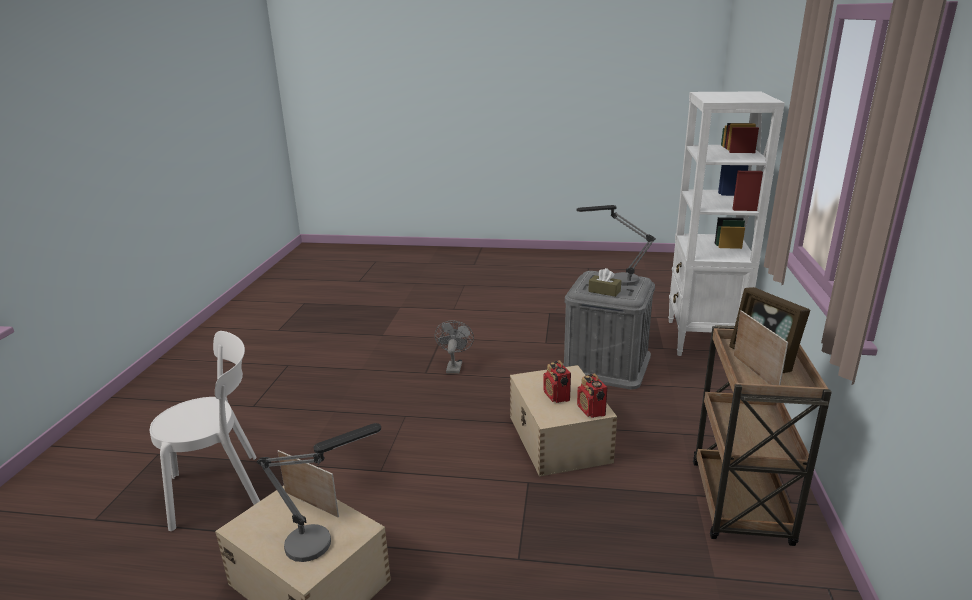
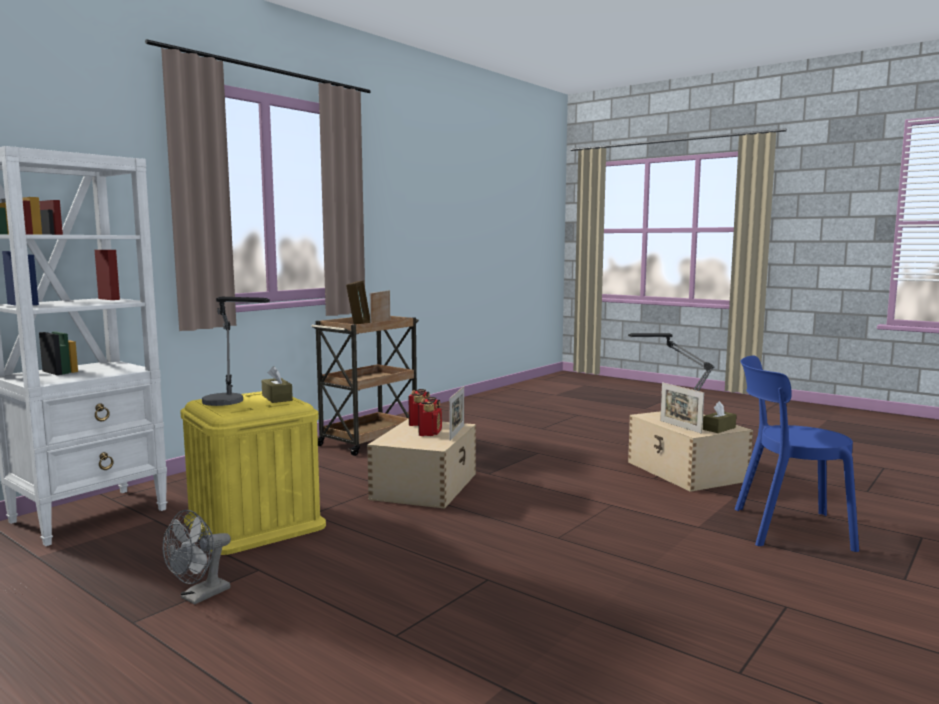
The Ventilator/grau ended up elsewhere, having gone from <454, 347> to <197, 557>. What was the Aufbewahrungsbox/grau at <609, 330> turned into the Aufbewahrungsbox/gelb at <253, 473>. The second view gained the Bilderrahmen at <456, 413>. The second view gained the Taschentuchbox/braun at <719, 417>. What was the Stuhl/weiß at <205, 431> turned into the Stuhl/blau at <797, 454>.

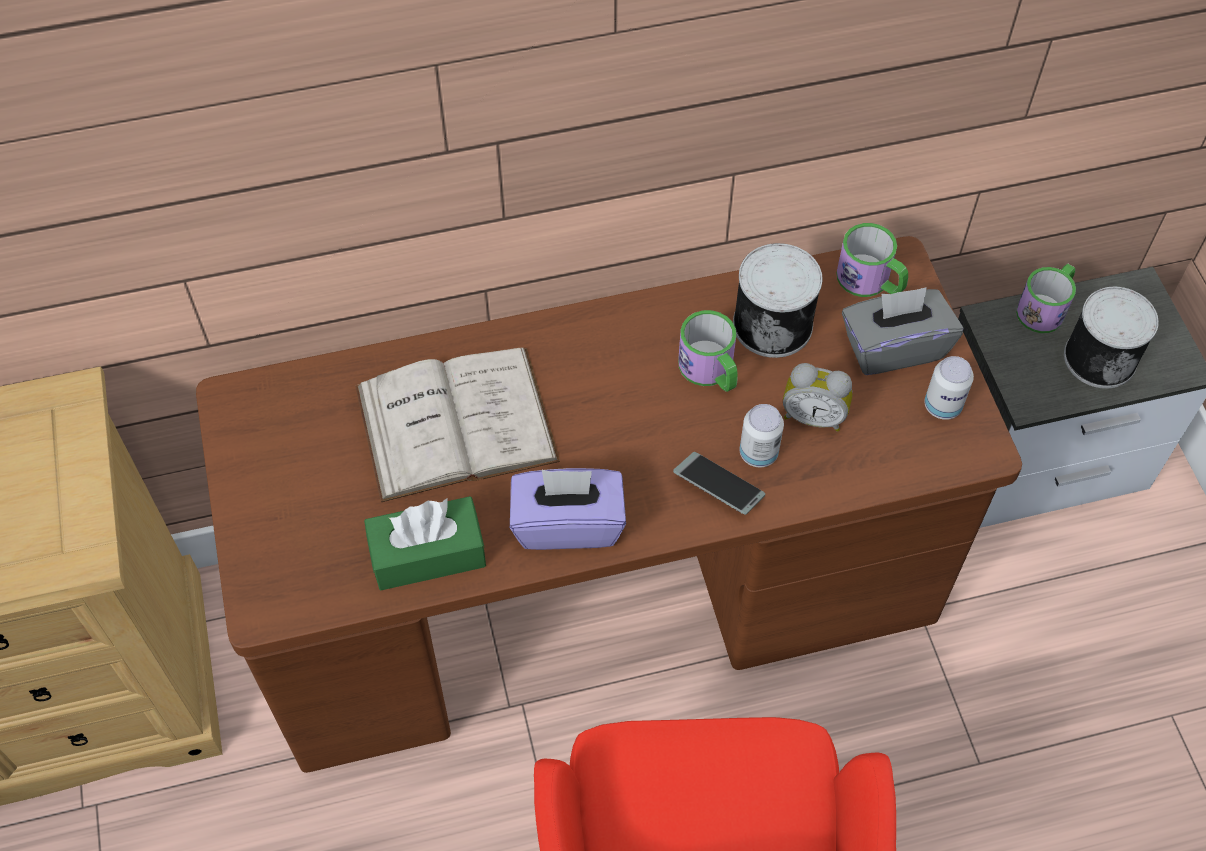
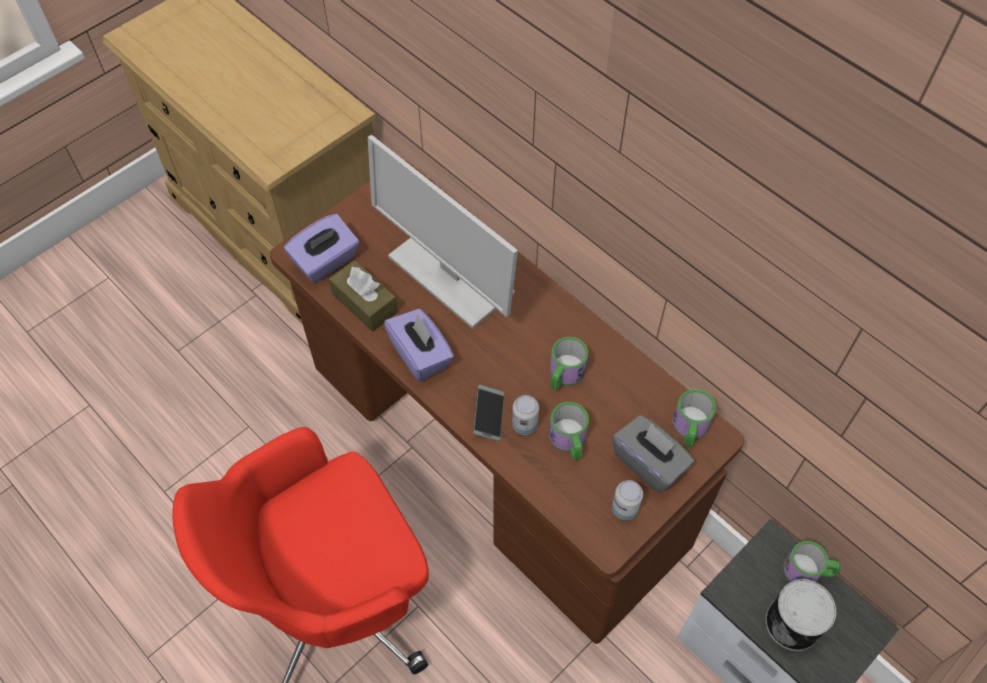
The second view gained the Taschentuchbox/lila at <321, 248>. What was the Taschentuchbox/grün at <425, 543> turned into the Taschentuchbox/braun at <363, 296>. Where the Buch/weiß stood at <457, 425>, the Monitor came to stand at <443, 232>. Where the Wecker stood at <817, 397>, the Henkelbecher came to stand at <569, 431>. The second view lost the Dose at <777, 300>.

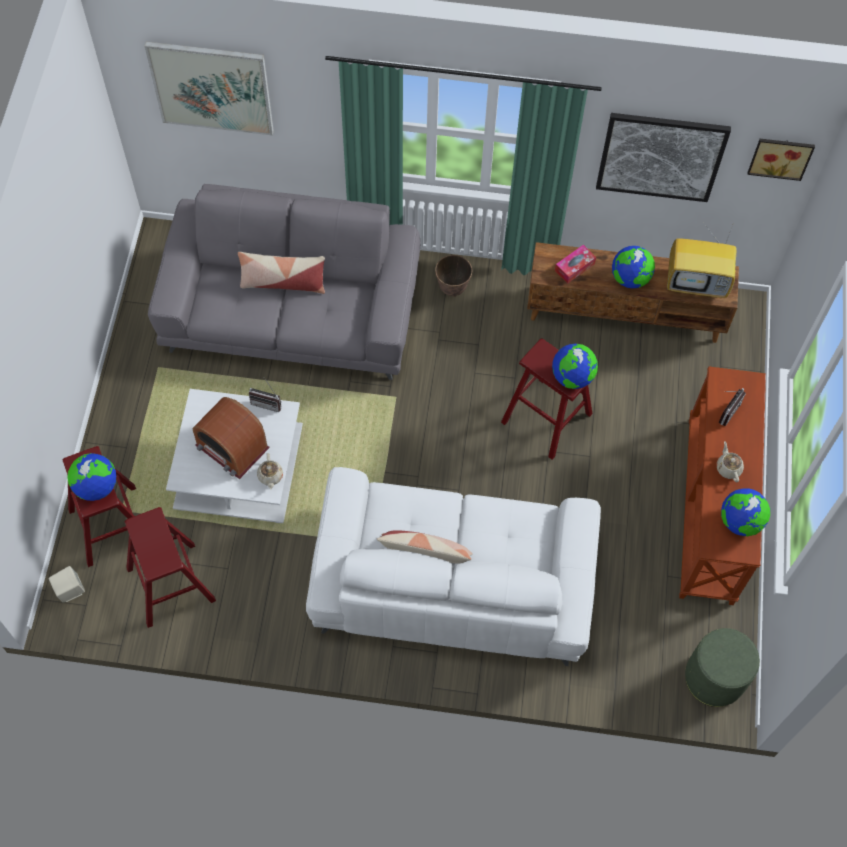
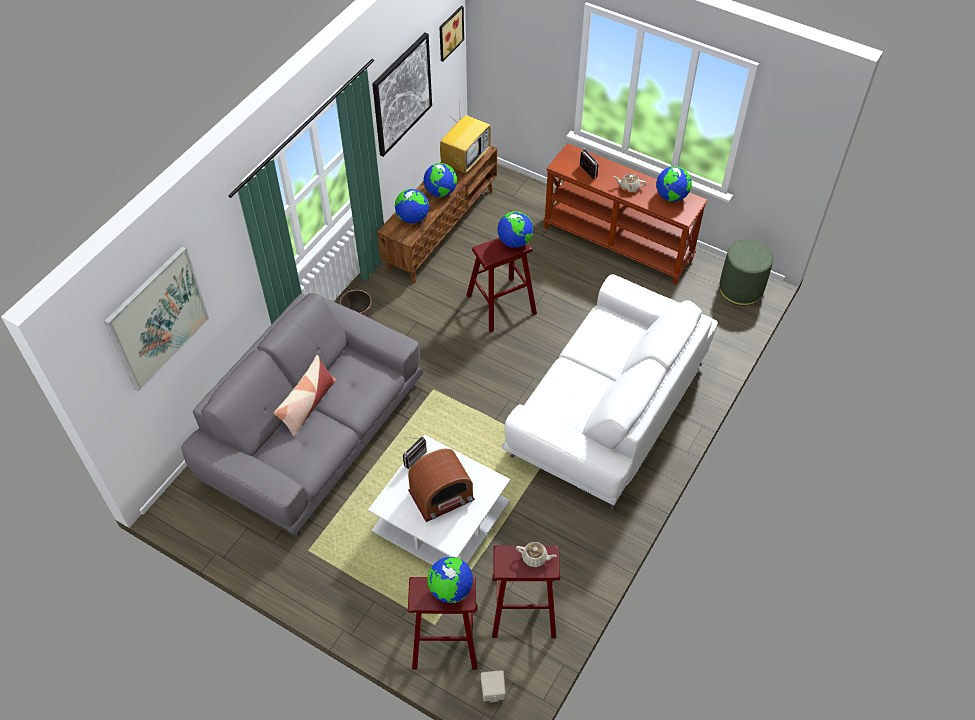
Where the Taschentuchbox stood at <575, 264>, the Globus came to stand at <412, 206>. The Teekanne/beige ended up elsewhere, having gone from <270, 471> to <536, 554>. The second view lost the Kissen at <425, 547>.

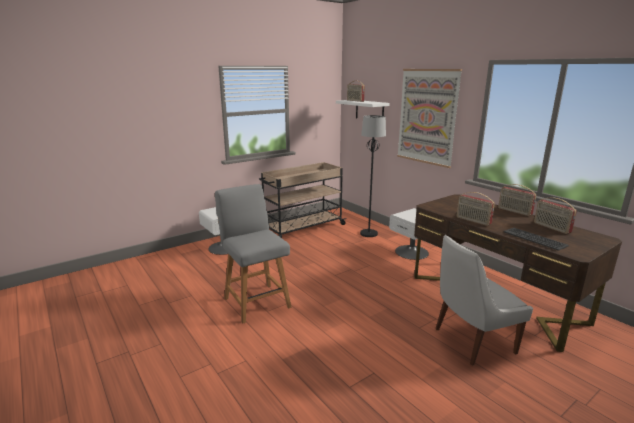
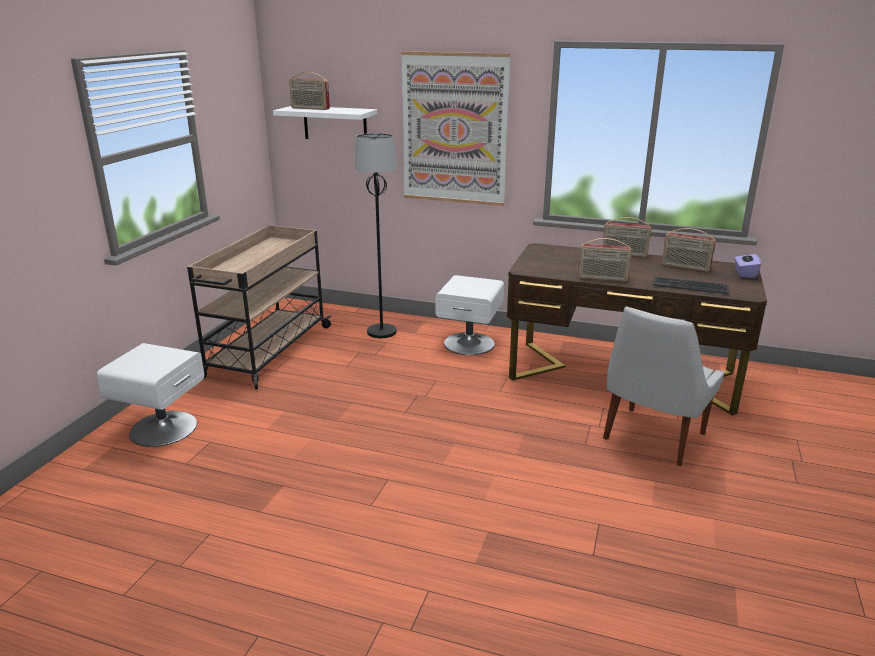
The second view gained the Taschentuchbox/lila at <748, 263>. The second view lost the Stuhl/grau at <253, 254>.

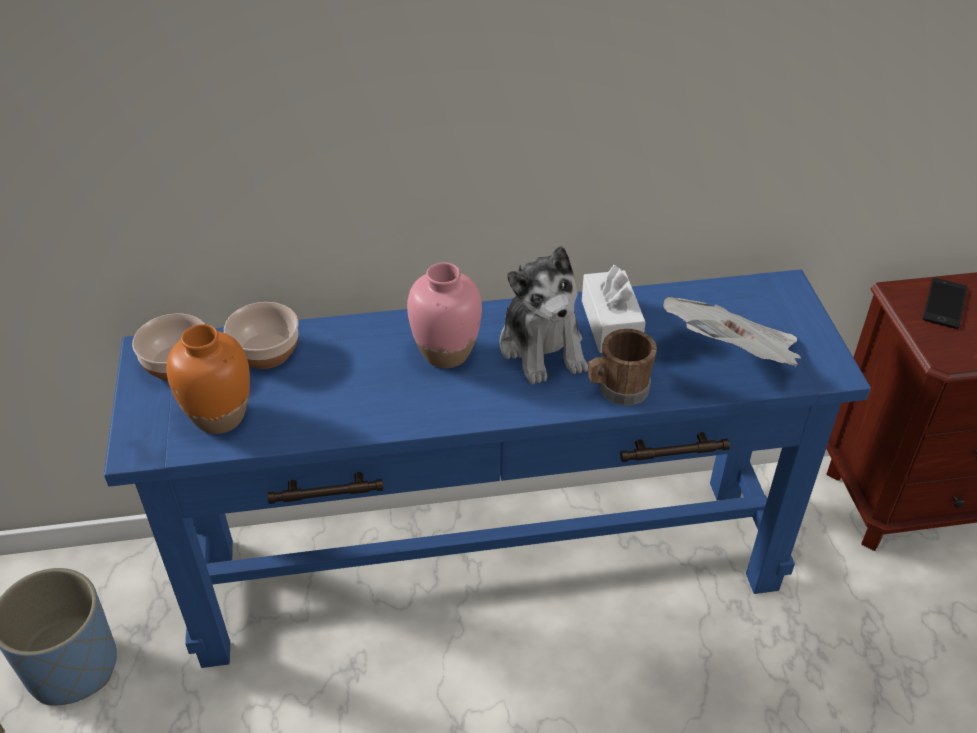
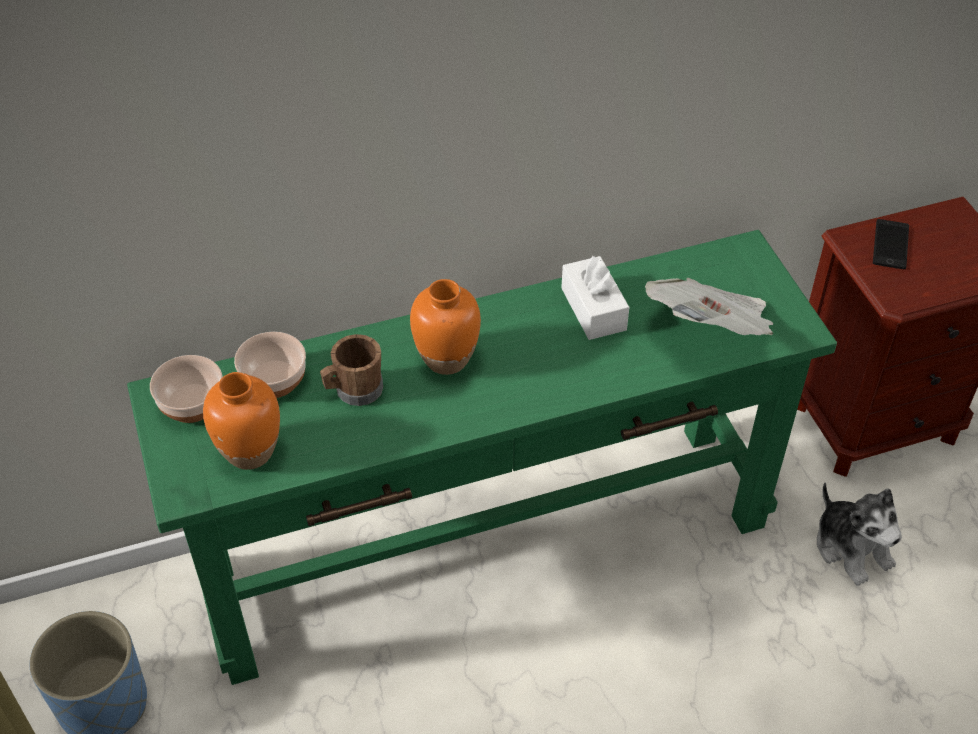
What was the Konsolentisch/blau at <487, 468> turned into the Konsolentisch/grün at <482, 457>. The Henkelbecher/braun ended up elsewhere, having gone from <622, 367> to <351, 370>. What was the Vase/rosa at <444, 315> turned into the Vase/orange at <445, 327>. The Plüschtier ended up elsewhere, having gone from <543, 315> to <859, 534>.

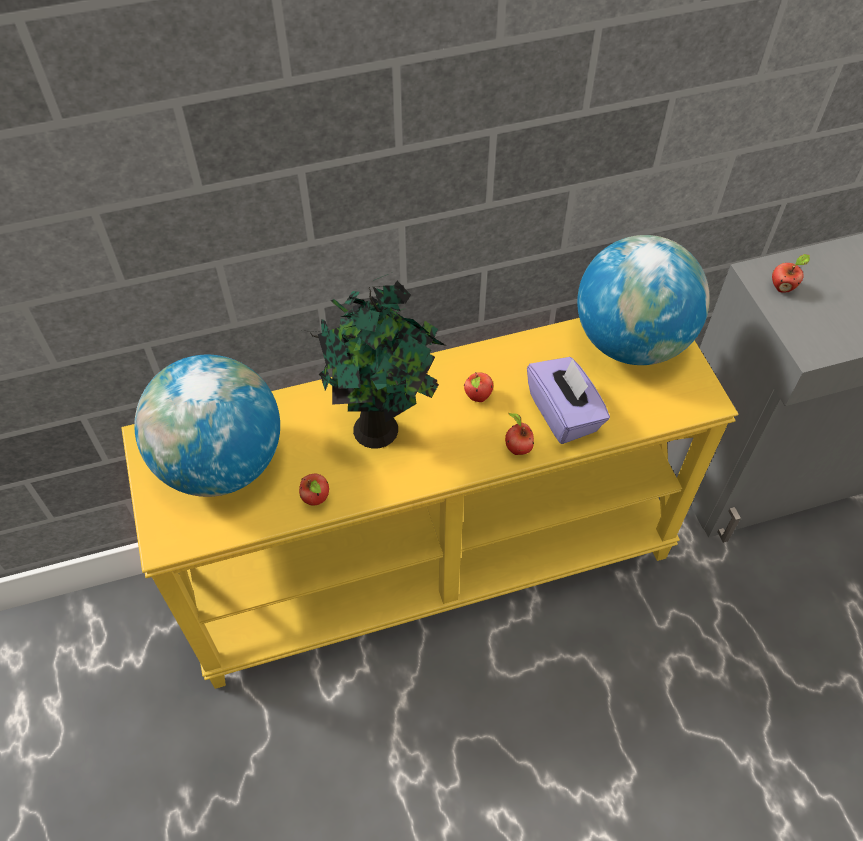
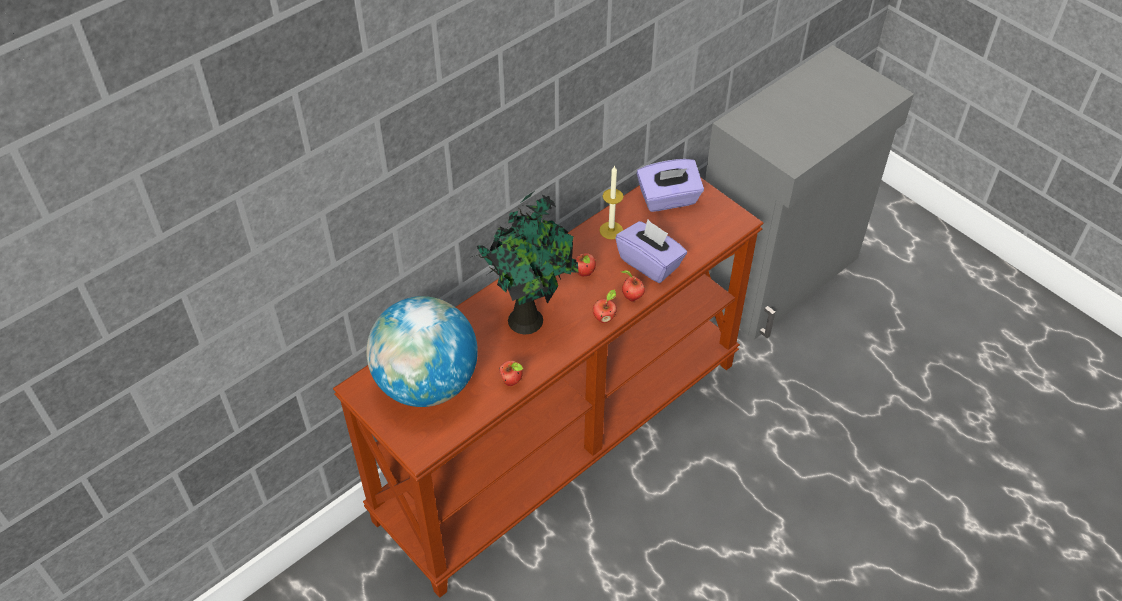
What was the Konsolentisch/gelb at <430, 503> turned into the Konsolentisch/braun at <548, 387>. The Apfel ended up elsewhere, having gone from <791, 273> to <605, 306>. The second view gained the Kerze at <611, 202>. Where the Globus stood at <643, 300>, the Taschentuchbox/lila came to stand at <670, 185>.

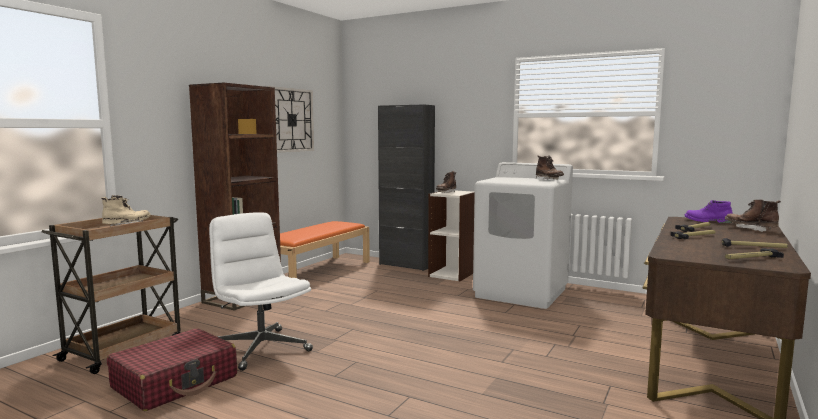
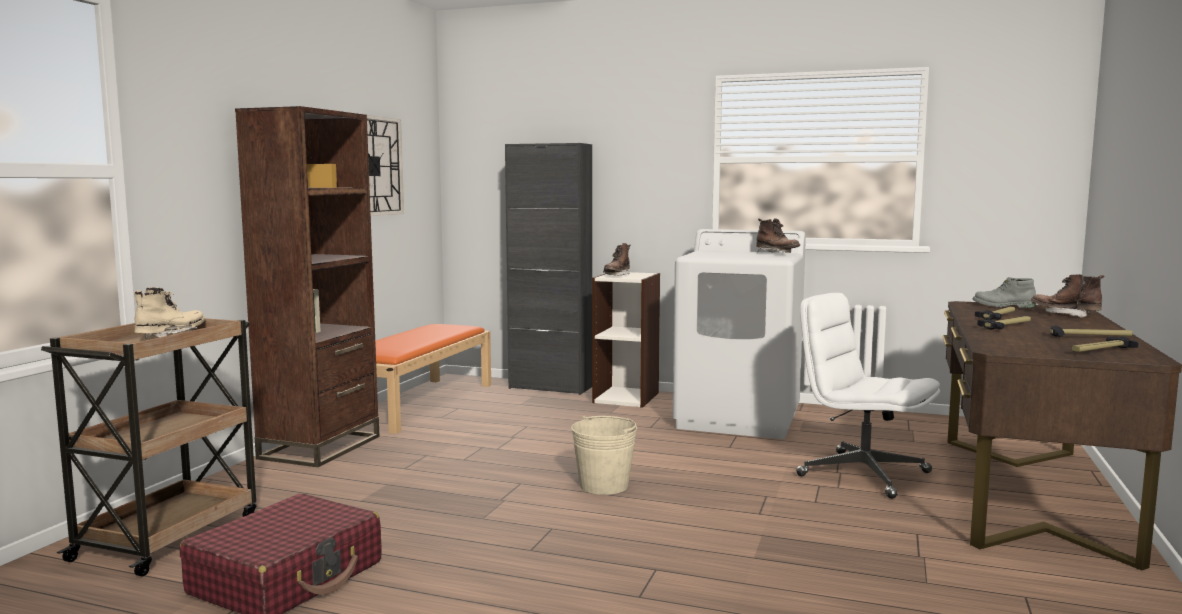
The second view gained the Eimer/beige at <604, 455>. The Bürostuhl/weiß ended up elsewhere, having gone from <261, 291> to <868, 396>. What was the Stiefel/lila at <708, 211> turned into the Stiefel/grau at <1004, 292>.

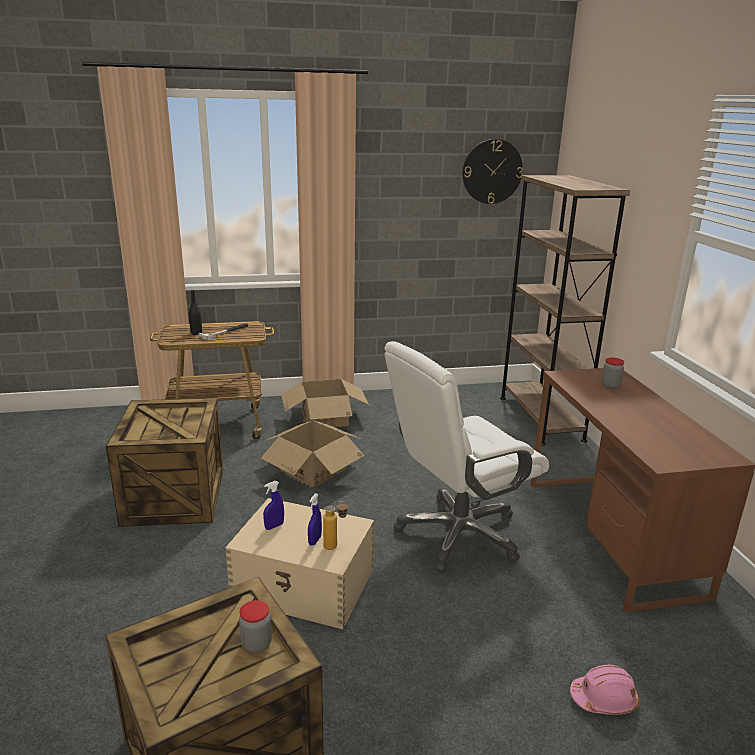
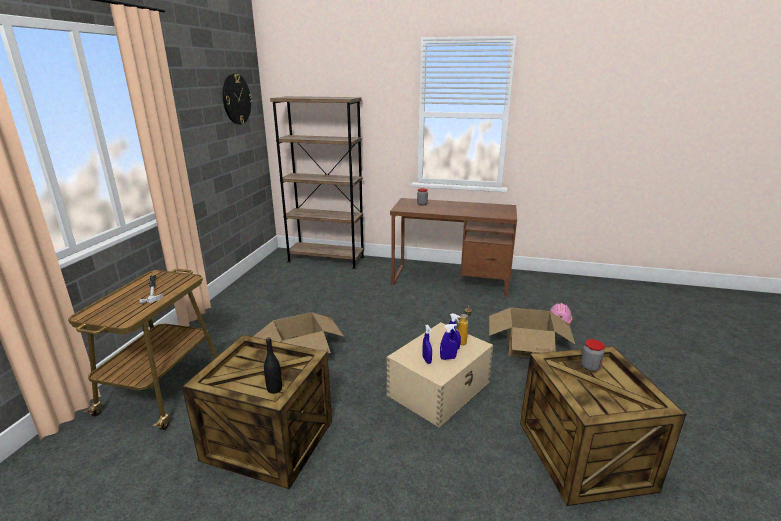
The Flasche/schwarz ended up elsewhere, having gone from <195, 312> to <273, 365>. The second view gained the Sprühflasche/blau at <449, 342>. The Karton ended up elsewhere, having gone from <325, 403> to <532, 332>. The second view lost the Bürostuhl/weiß at <466, 457>.

